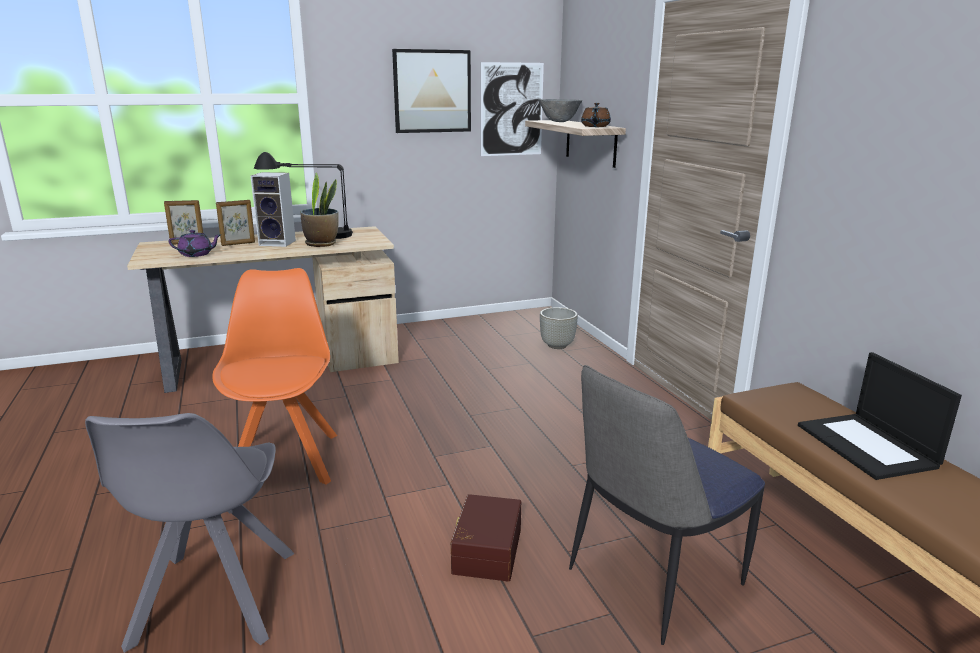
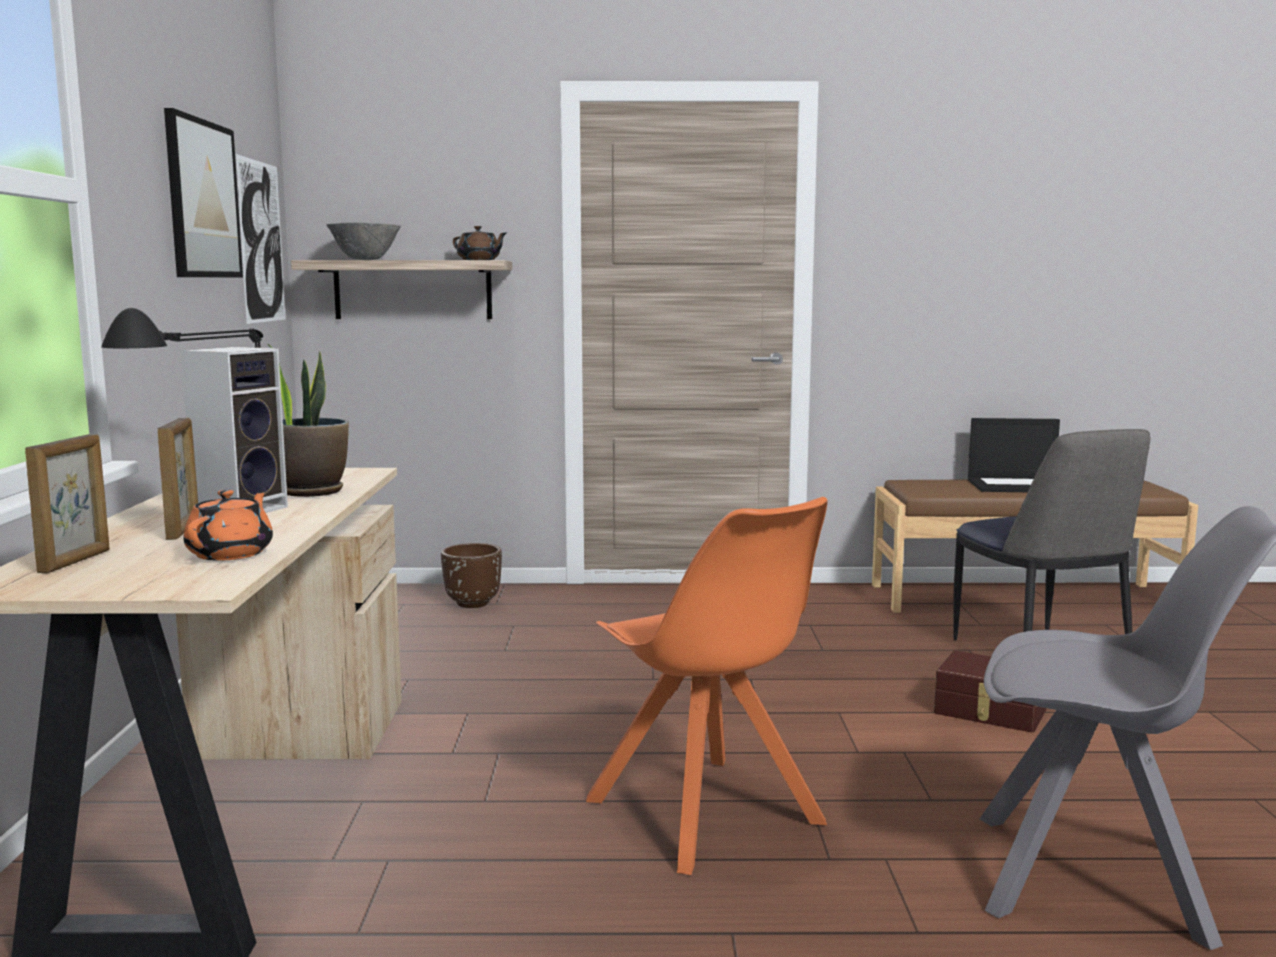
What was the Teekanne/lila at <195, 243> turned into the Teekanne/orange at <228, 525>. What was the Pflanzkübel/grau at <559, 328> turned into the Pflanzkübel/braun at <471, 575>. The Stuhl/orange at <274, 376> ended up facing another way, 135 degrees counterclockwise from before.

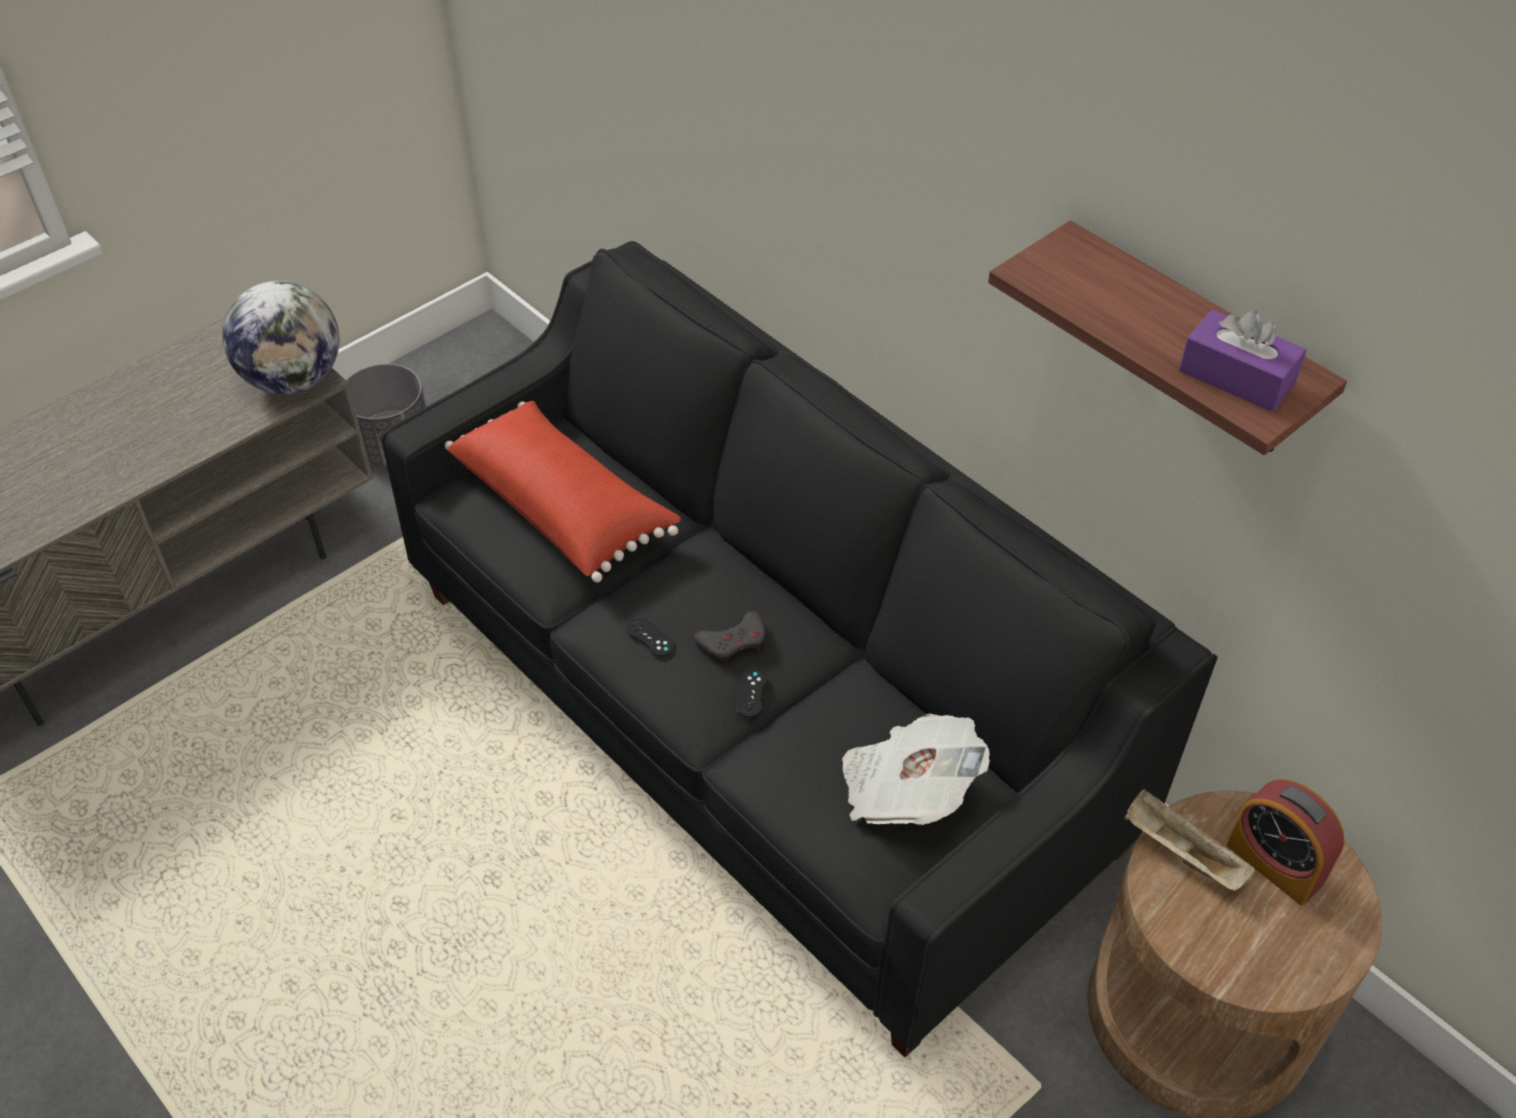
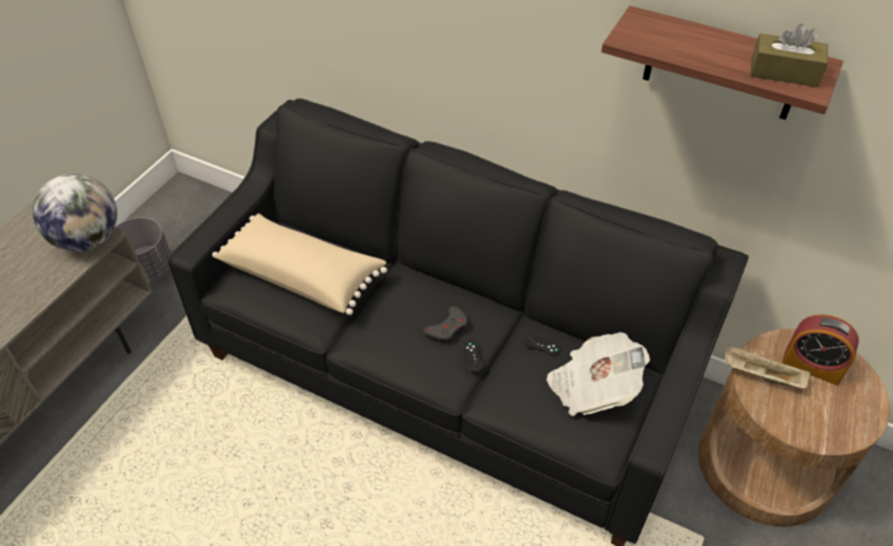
What was the Kissen/rot at <563, 491> turned into the Kissen/beige at <299, 264>. The Gamepad/schwarz ended up elsewhere, having gone from <651, 637> to <542, 345>. What was the Taschentuchbox/lila at <1243, 360> turned into the Taschentuchbox/braun at <789, 55>.

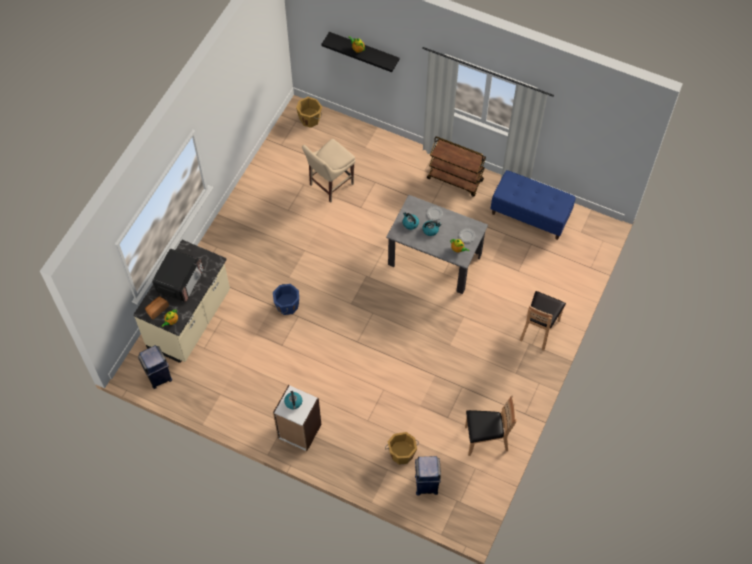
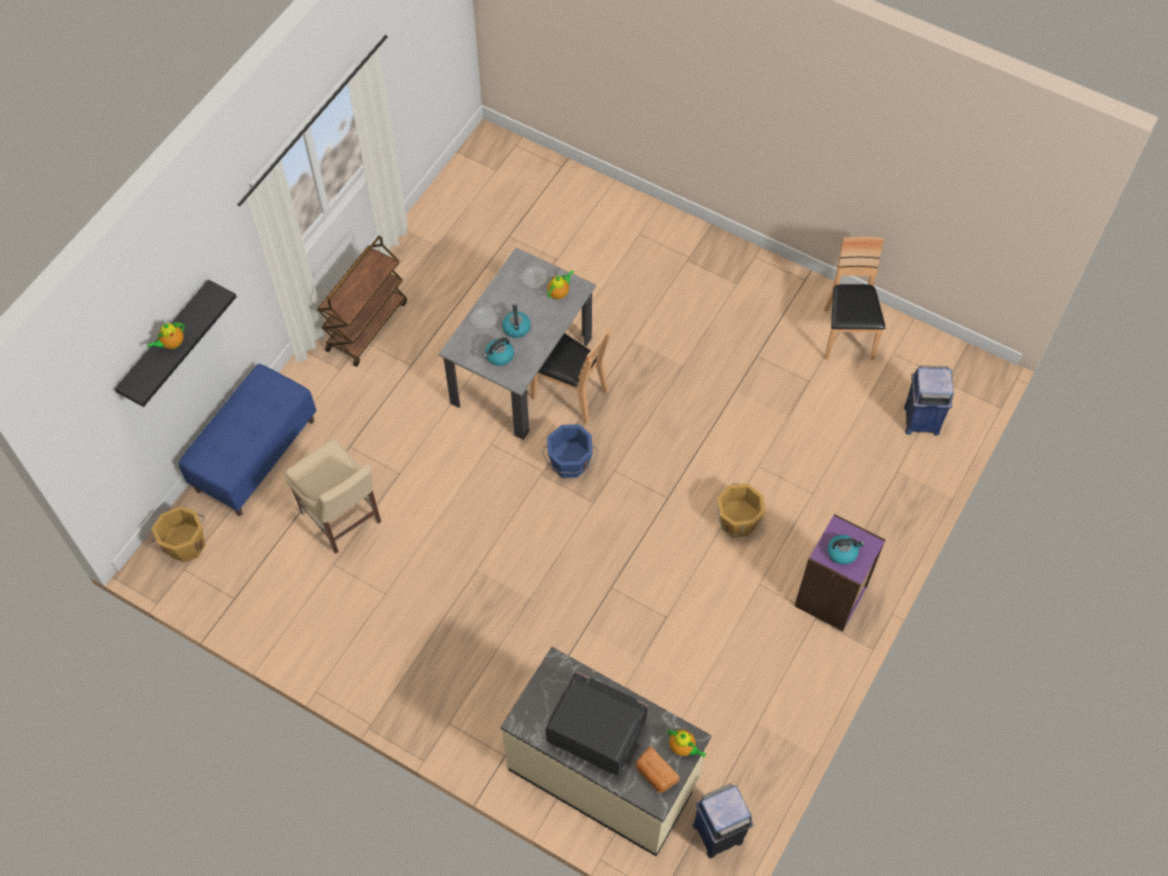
The Bank/blau ended up elsewhere, having gone from <533, 205> to <247, 440>. The Stuhl/braun ended up elsewhere, having gone from <543, 320> to <570, 375>. The Eimer/blau ended up elsewhere, having gone from <286, 299> to <570, 451>. The Eimer/orange ended up elsewhere, having gone from <402, 448> to <741, 510>. What was the Bücherregal/weiß at <297, 418> turned into the Bücherregal/lila at <840, 572>.

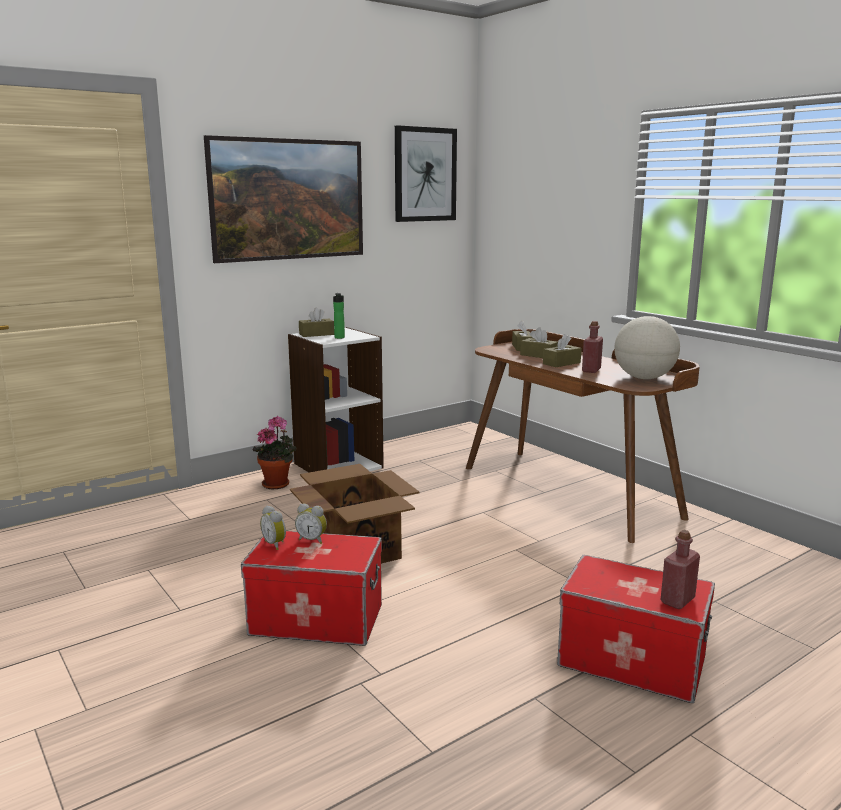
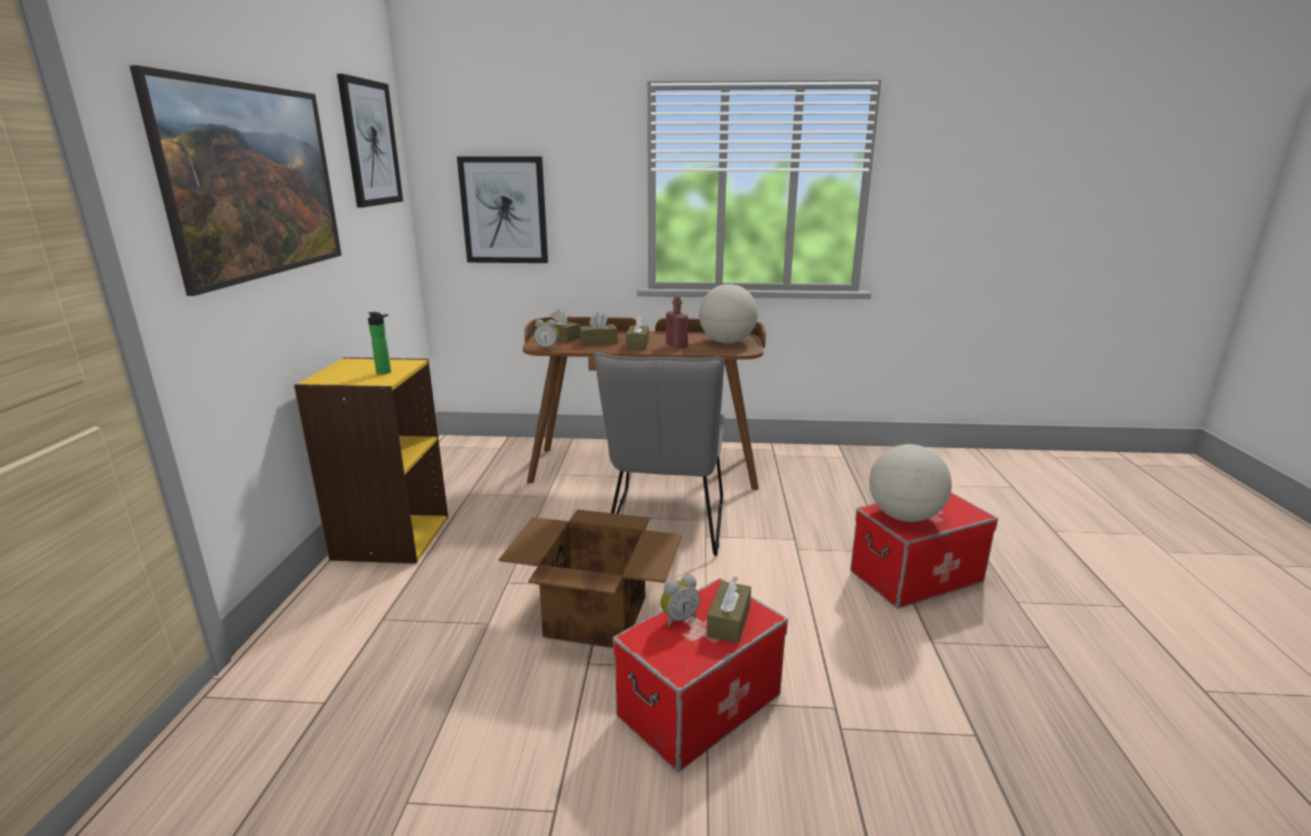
What was the Bücherregal/weiß at <336, 399> turned into the Bücherregal/gelb at <371, 460>. The second view gained the Bild at <502, 210>. The Wecker ended up elsewhere, having gone from <273, 527> to <546, 335>. The second view gained the Stuhl/grau at <659, 454>. The Taschentuchbox/braun ended up elsewhere, having gone from <316, 322> to <729, 610>. The second view gained the Globus at <910, 483>. The second view lost the Topfpflanze at <275, 452>. The second view lost the Flasche/rot at <680, 569>.

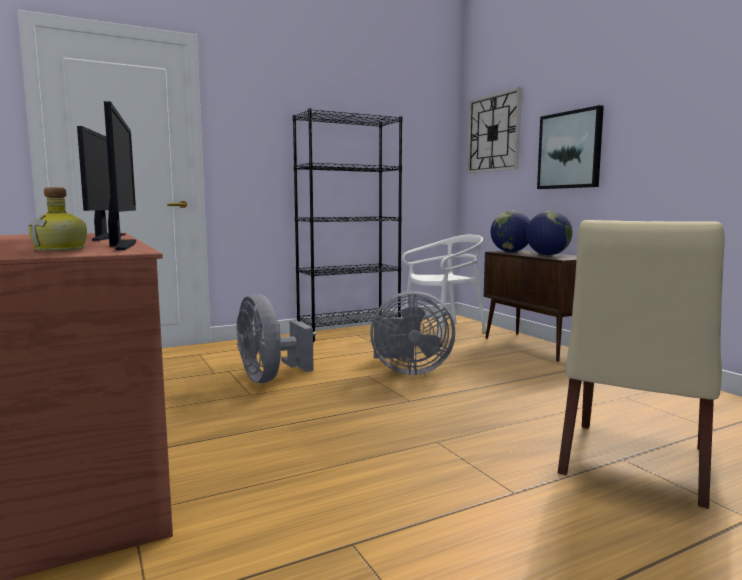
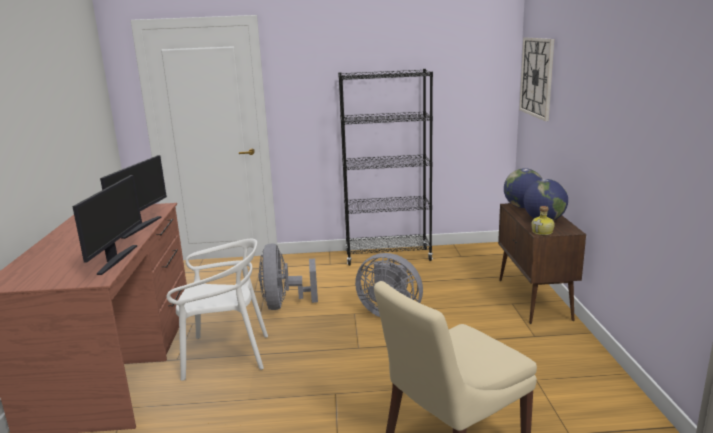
The Stuhl/weiß ended up elsewhere, having gone from <444, 288> to <217, 310>. The Flasche ended up elsewhere, having gone from <57, 219> to <543, 220>. The second view lost the Bild at <570, 147>.

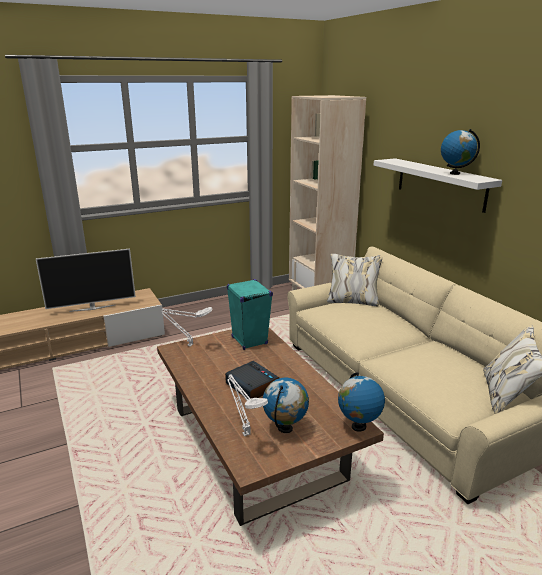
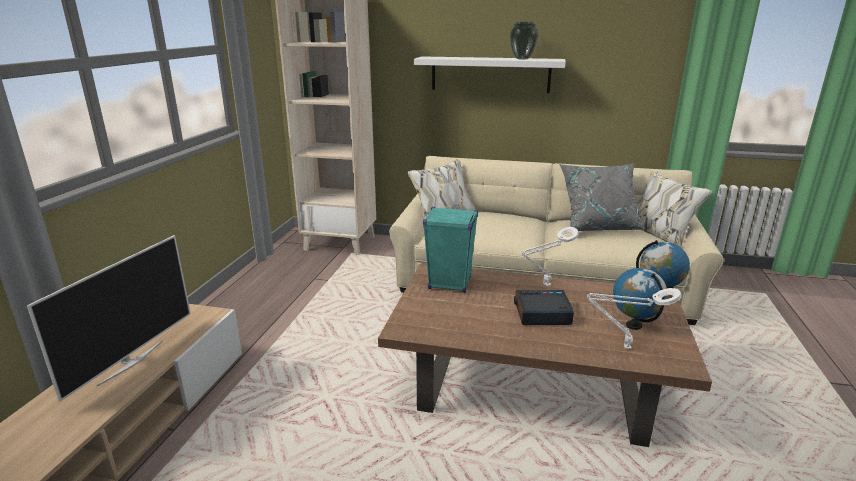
Where the Globus stood at <460, 152>, the Vase came to stand at <524, 40>. The Tischlampe/weiß ended up elsewhere, having gone from <187, 327> to <549, 256>. The second view gained the Kissen/grau at <602, 197>.

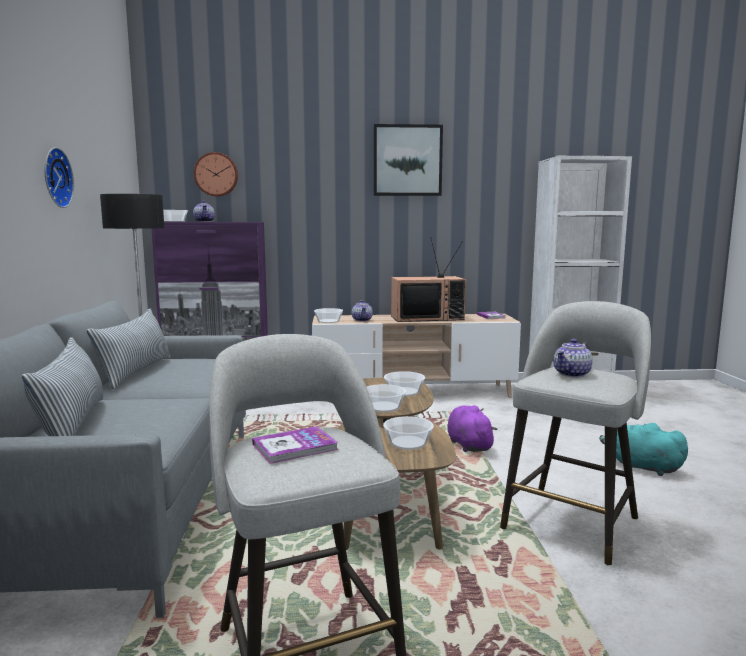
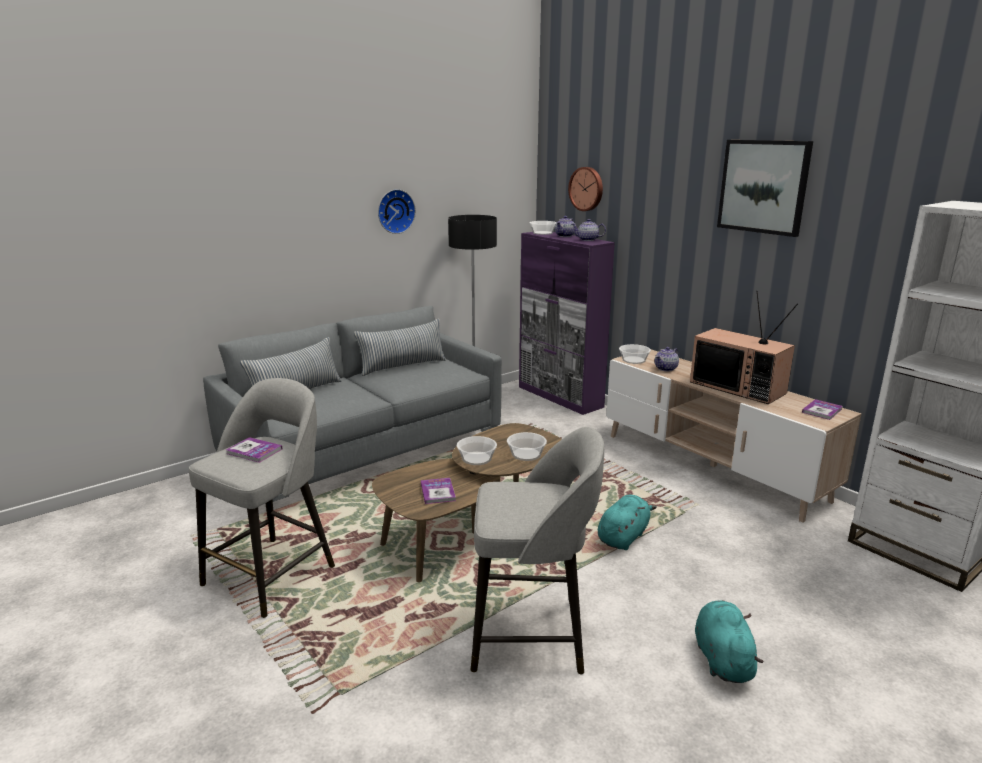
Where the Schüssel stood at <408, 433>, the Buch came to stand at <438, 491>. The Teekanne ended up elsewhere, having gone from <573, 358> to <589, 230>. What was the Plüschtier/lila at <472, 428> turned into the Plüschtier/türkis at <627, 522>.

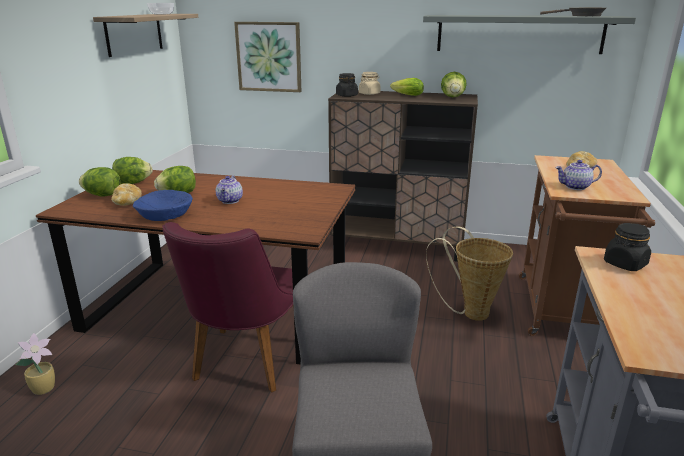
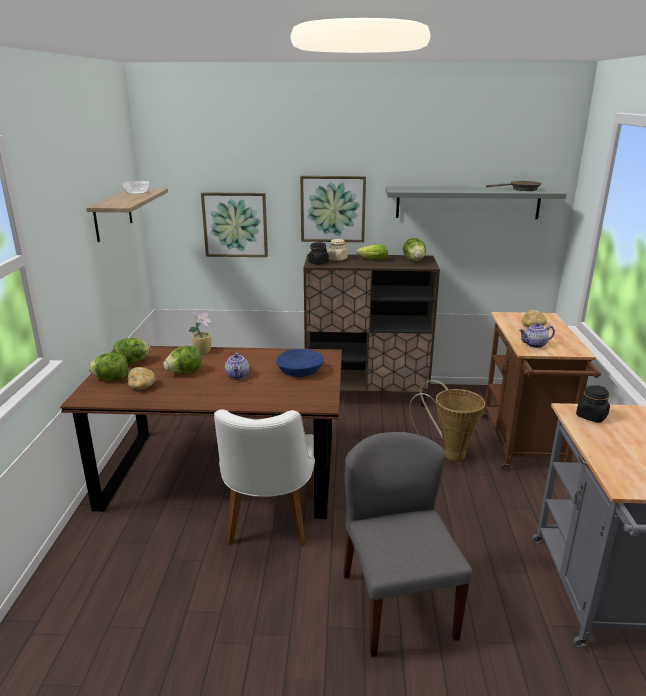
The Topfpflanze ended up elsewhere, having gone from <35, 364> to <200, 331>. What was the Stuhl/lila at <228, 307> turned into the Stuhl/weiß at <264, 478>. The Schüssel/blau ended up elsewhere, having gone from <163, 205> to <300, 363>. The second view gained the Bild at <333, 209>.

